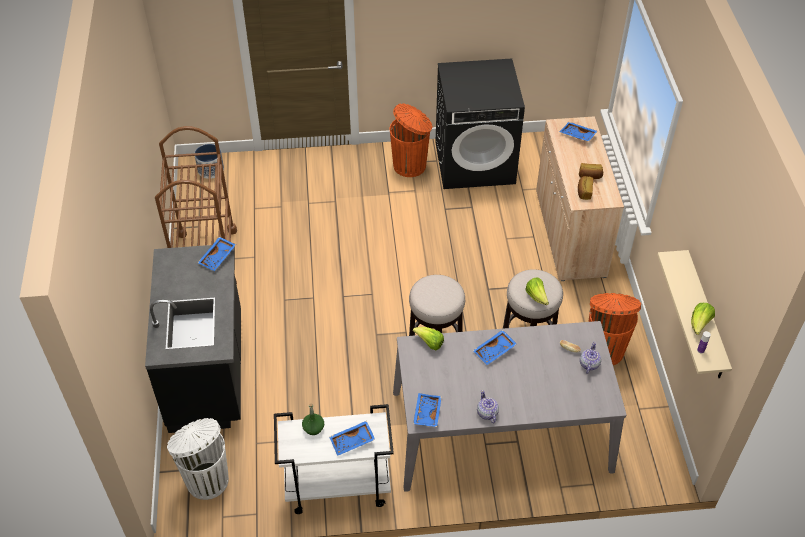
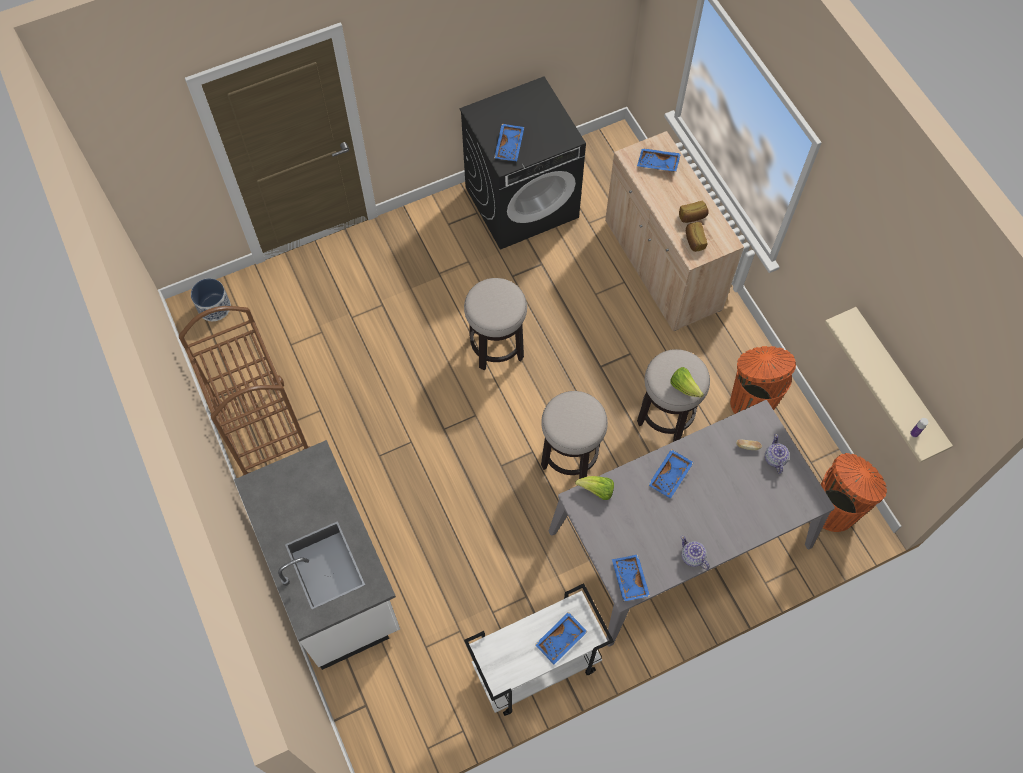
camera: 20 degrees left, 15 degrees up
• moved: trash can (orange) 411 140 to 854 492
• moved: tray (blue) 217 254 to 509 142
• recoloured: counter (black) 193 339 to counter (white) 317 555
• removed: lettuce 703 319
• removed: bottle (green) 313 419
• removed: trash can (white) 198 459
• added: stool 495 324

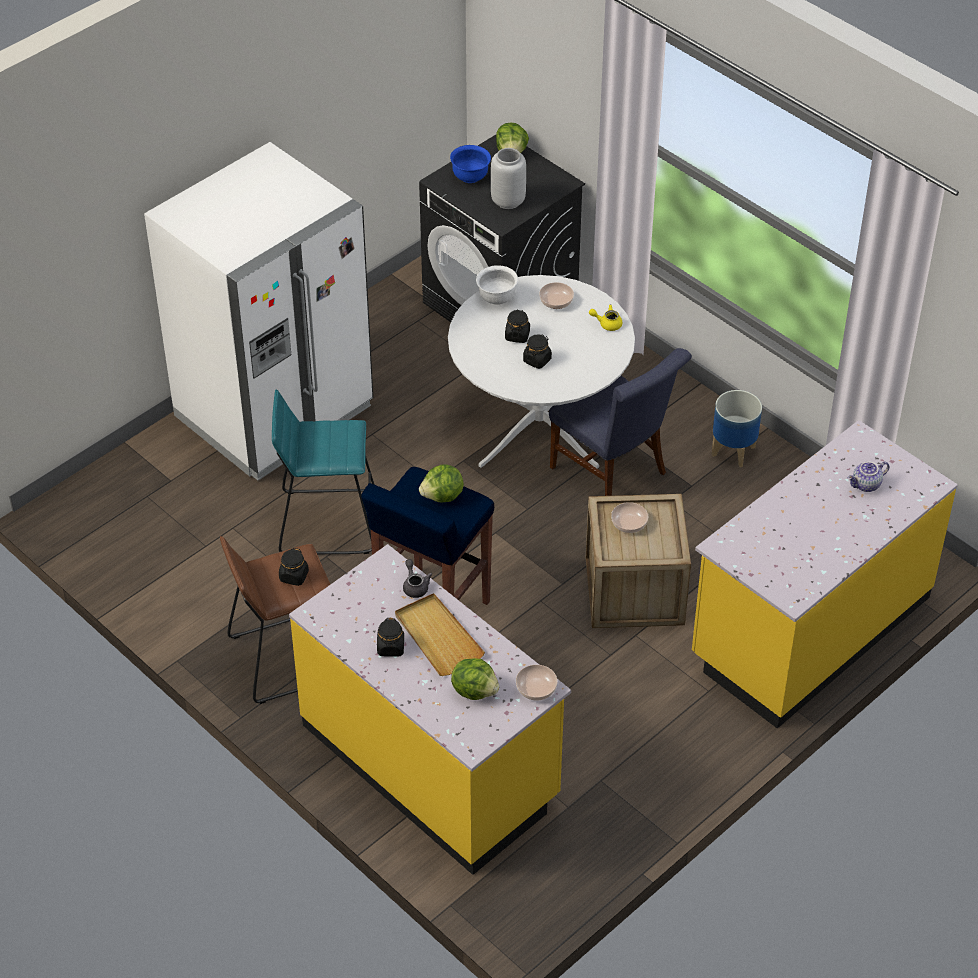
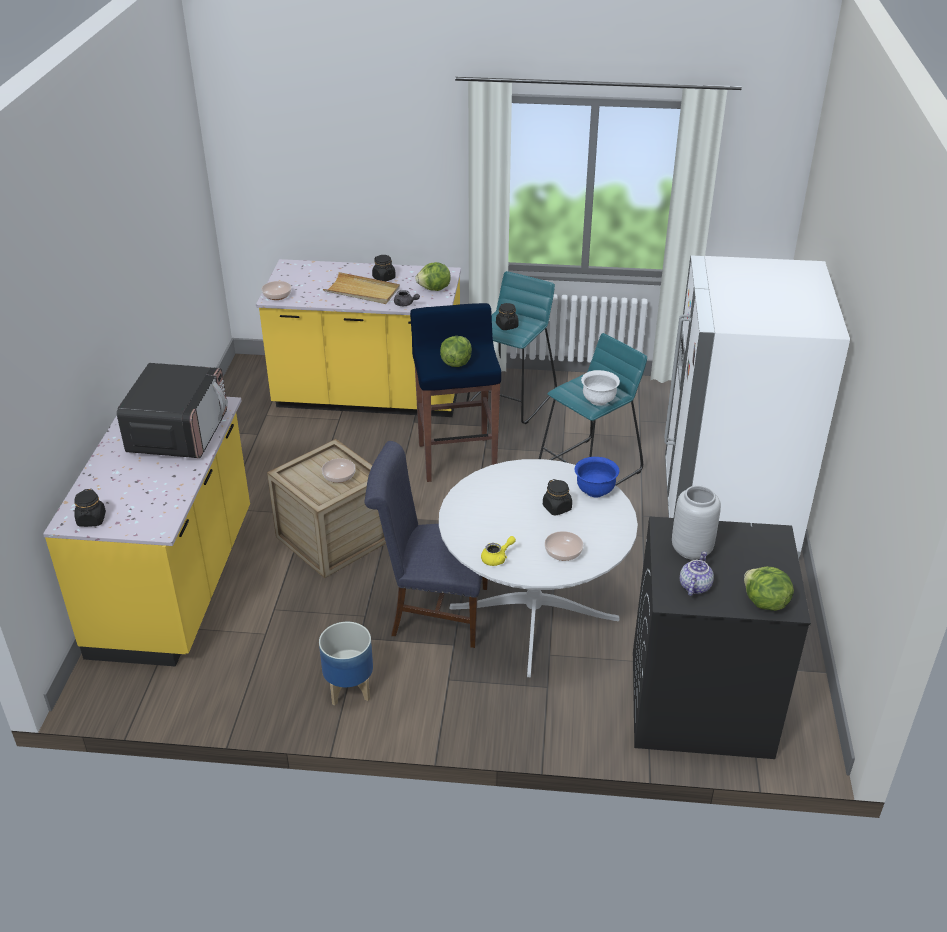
camera: 140 degrees right, 10 degrees down
• moved: bowl (blue) 470 164 to 597 477
• moved: bowl (white) 497 285 to 600 388
• moved: jar (black) 537 351 to 90 508
• moved: teapot 868 476 to 697 573
• recoloured: stool (brown) 275 620 to stool (turquoise) 511 347
• moved: lettuce 475 679 to 433 276
• added: microwave 172 410

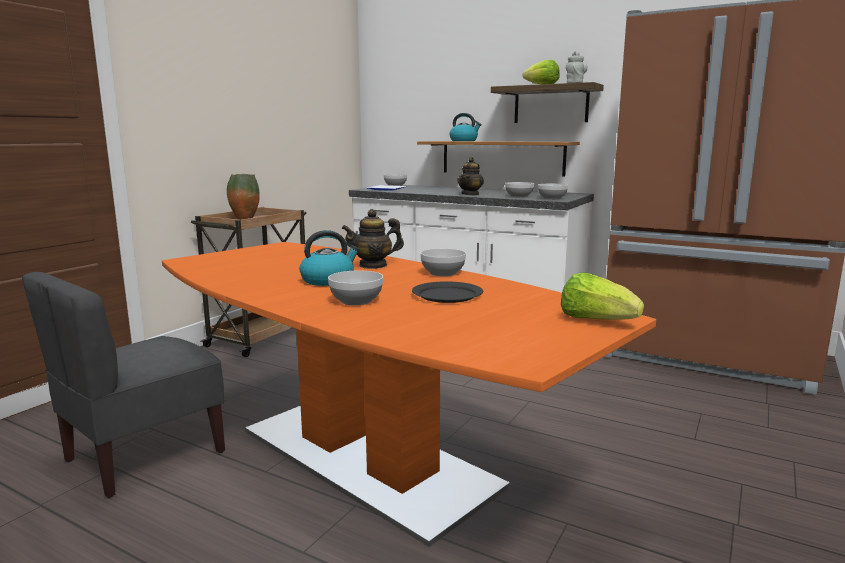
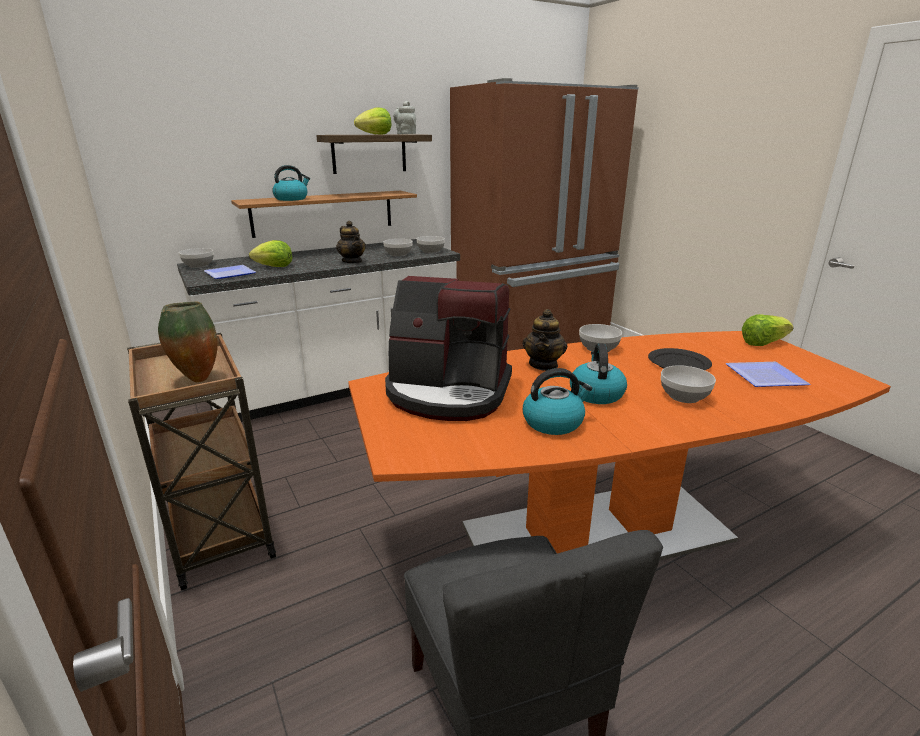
camera: 60 degrees left, 10 degrees up
• added: lettuce 271 253
• added: coffee machine 448 348
• added: plate 768 374
• added: kettle 558 401

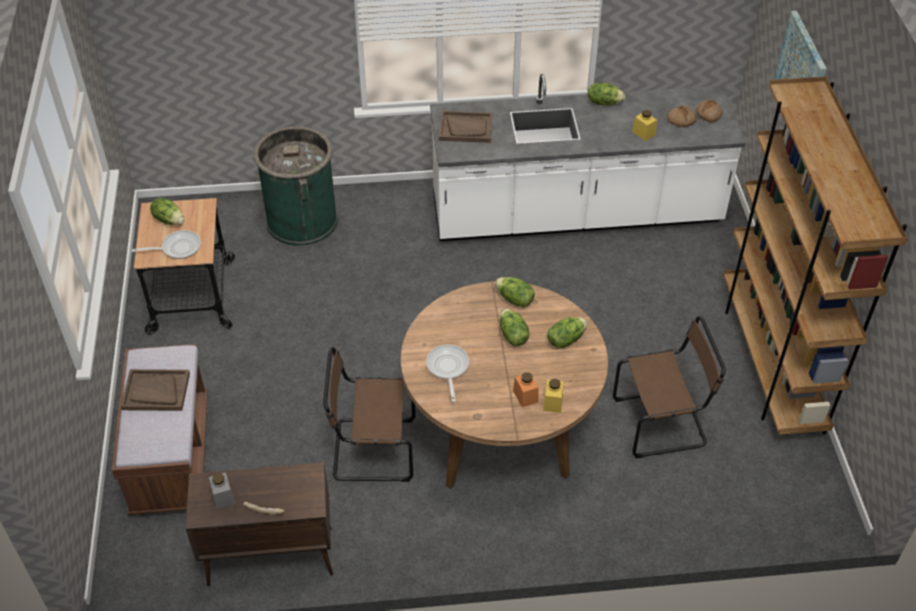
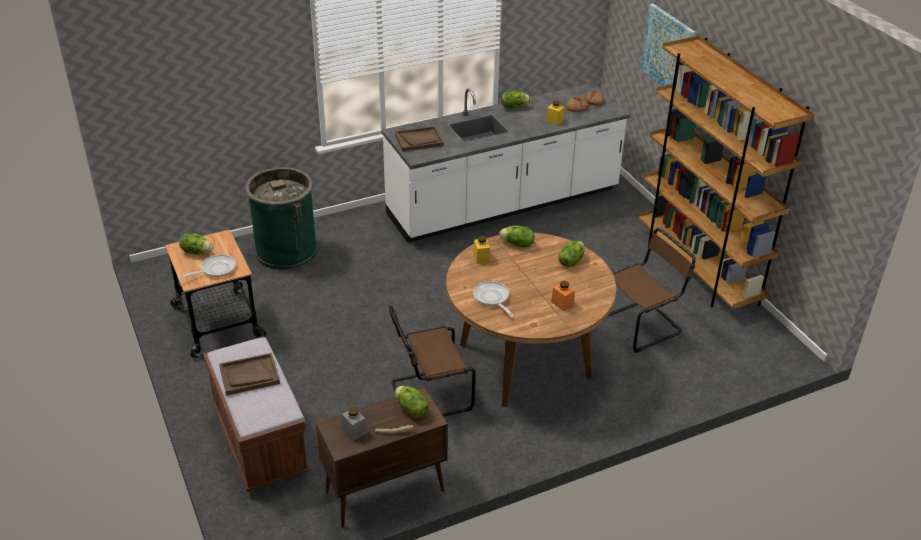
camera: 20 degrees left, 10 degrees down
• moved: lettuce 514 327 to 412 402
• moved: jar (yellow) 553 396 to 481 250

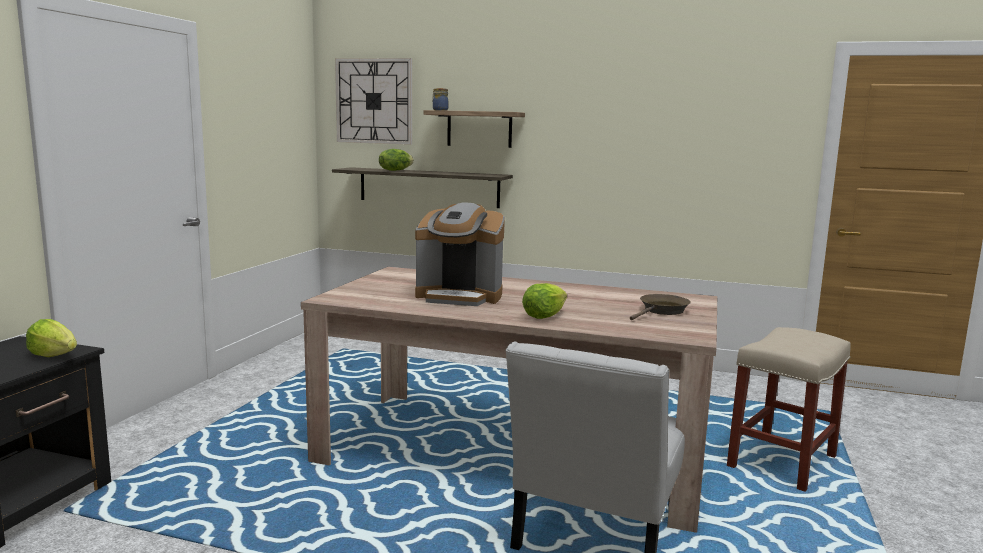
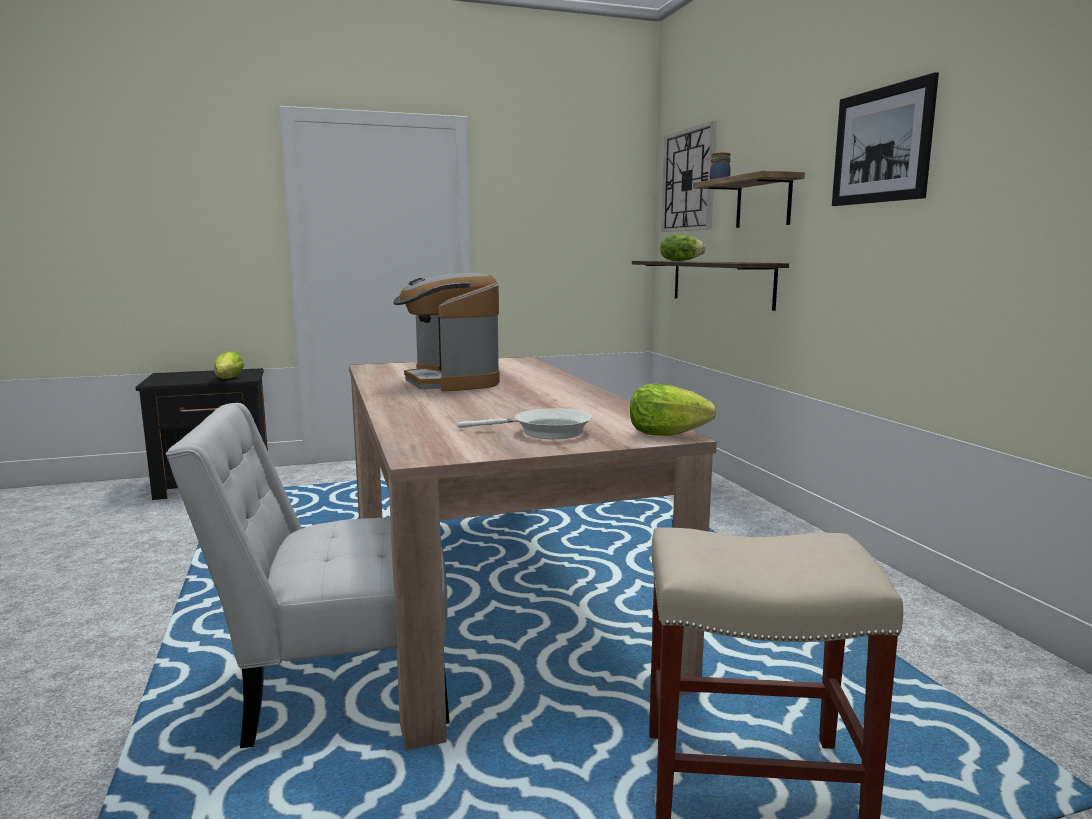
camera: 55 degrees right, 0 degrees up
• moved: lettuce 544 301 to 673 410
• recoloured: frying pan (brown) 660 307 to frying pan (white) 525 424
• added: picture 885 139

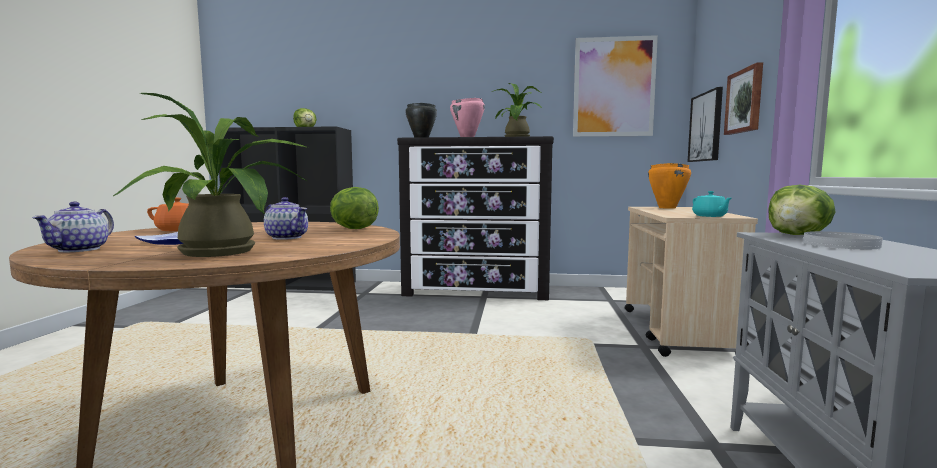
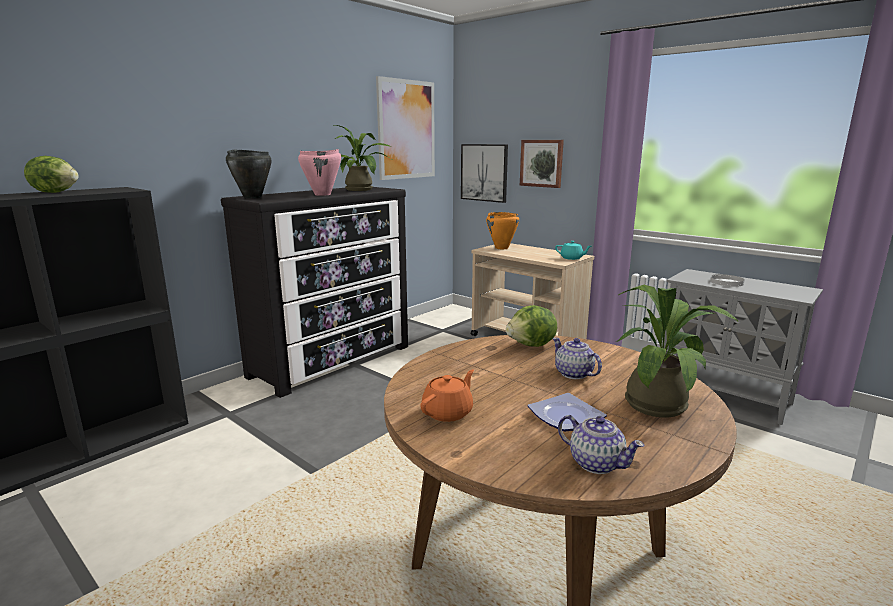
camera: 55 degrees left, 10 degrees up
• removed: lettuce 802 210
• turned: teapot 286 218 = 577 358 105 degrees counterclockwise

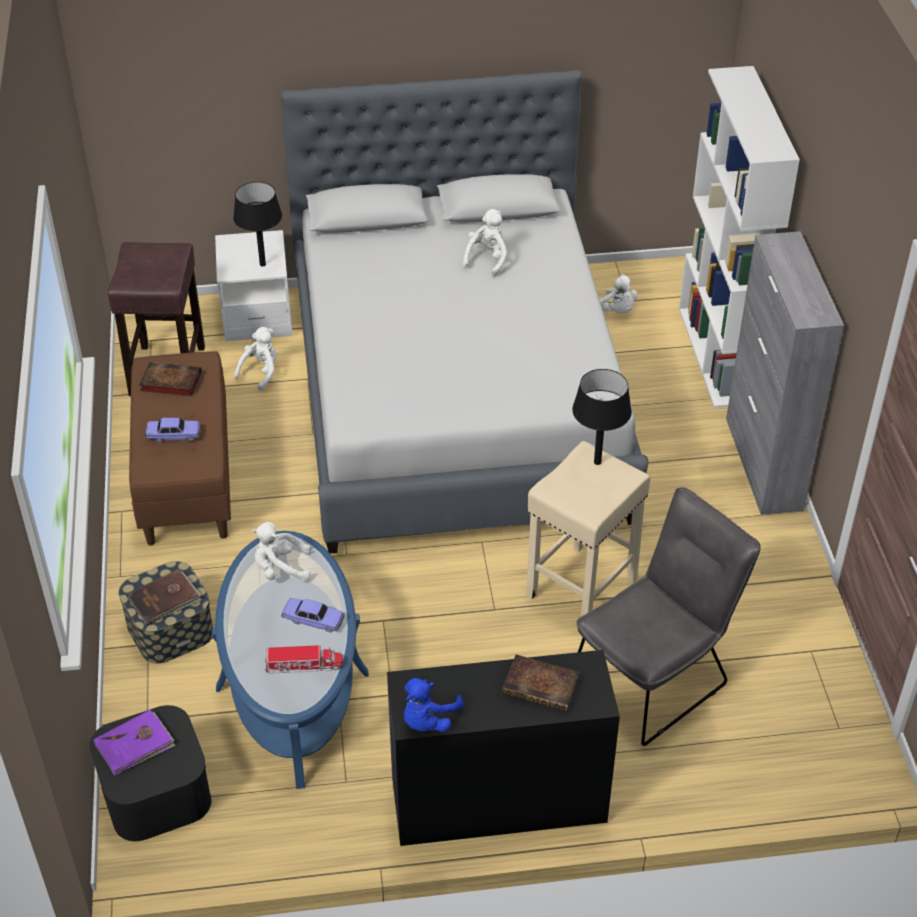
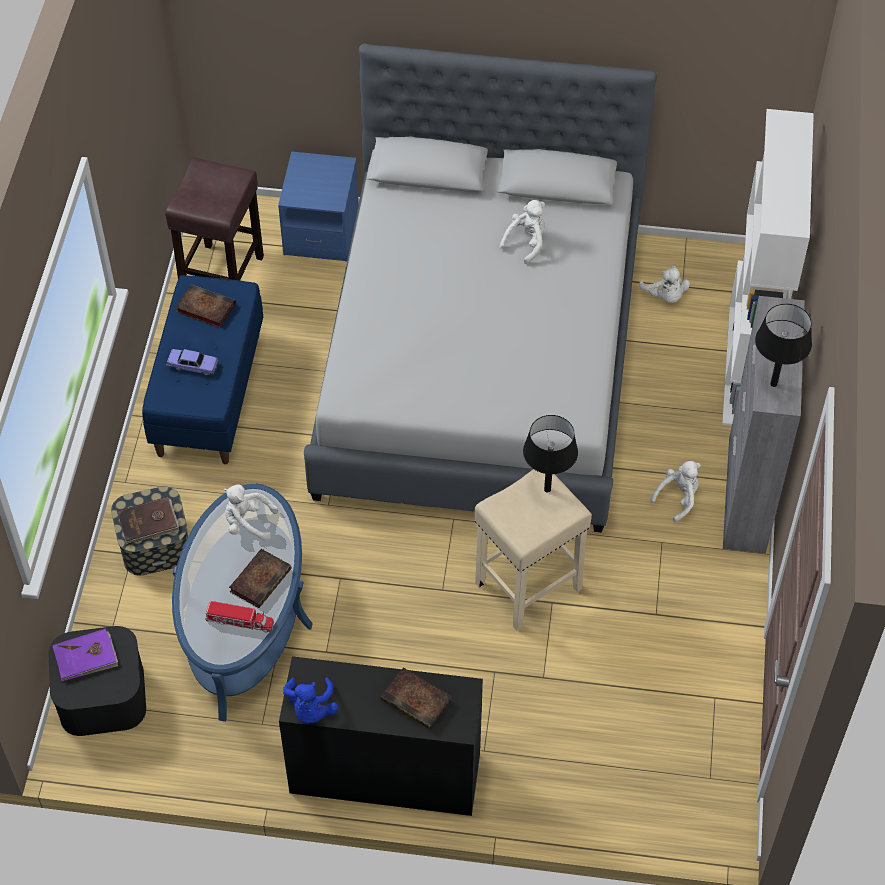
camera: 15 degrees right, 10 degrees up
• moved: table lamp (black) 257 224 to 783 345
• recoloured: nightstand (white) 253 286 to nightstand (blue) 318 206
• moved: plush toy (white) 255 359 to 675 492
• recoloured: bench (brown) 180 448 to bench (blue) 202 369
• removed: chair (grey) 669 616
• replaced: toy car 313 615 to book 260 578
• turned: plush toy (blue) 434 705 = 310 700 45 degrees counterclockwise

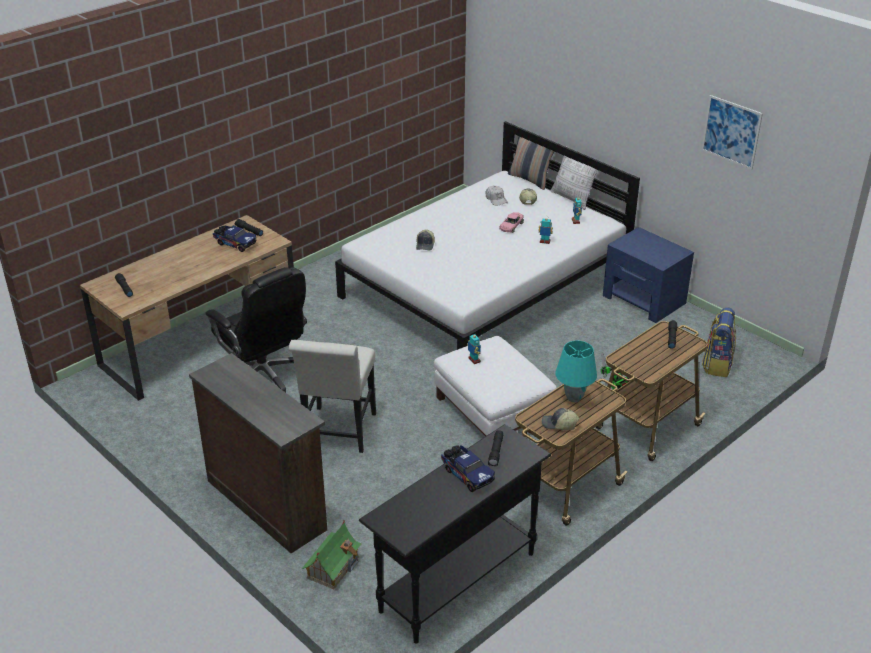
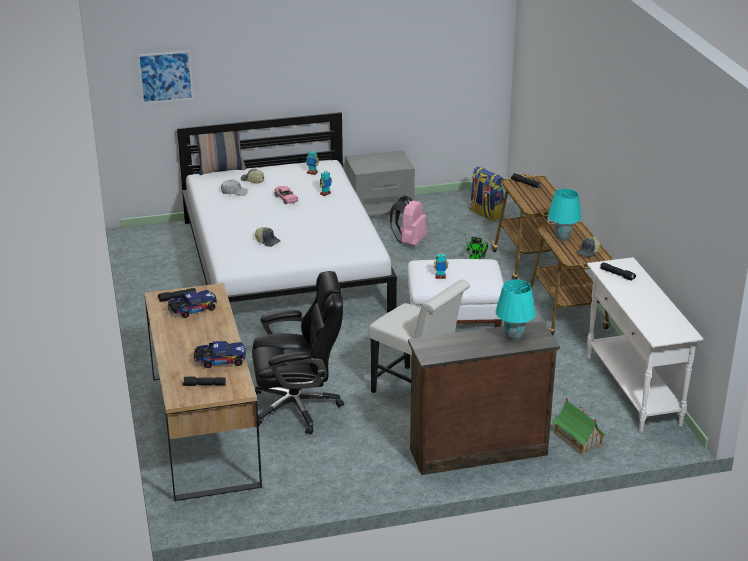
camera: 60 degrees left, 5 degrees down
• moved: picture 732 132 to 165 77
• removed: pillow 574 178
• recoloured: nightstand (blue) 648 275 to nightstand (grey) 380 183
• recoloured: console table (black) 455 534 to console table (white) 645 345
• moved: toy truck 468 468 to 220 354
• added: backpack (pink) 408 221
• added: table lamp (turquoise) 516 310

